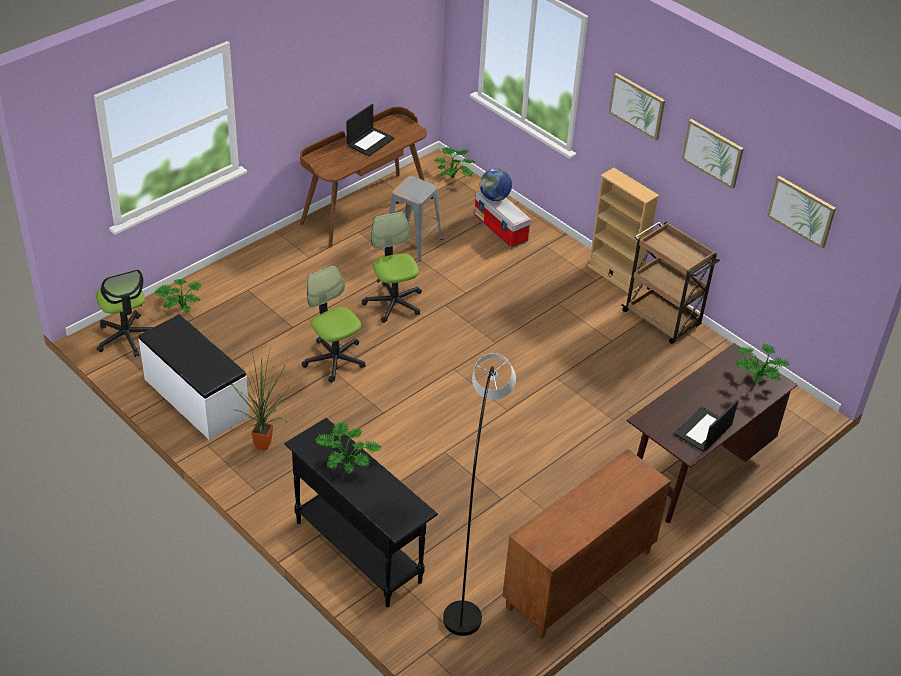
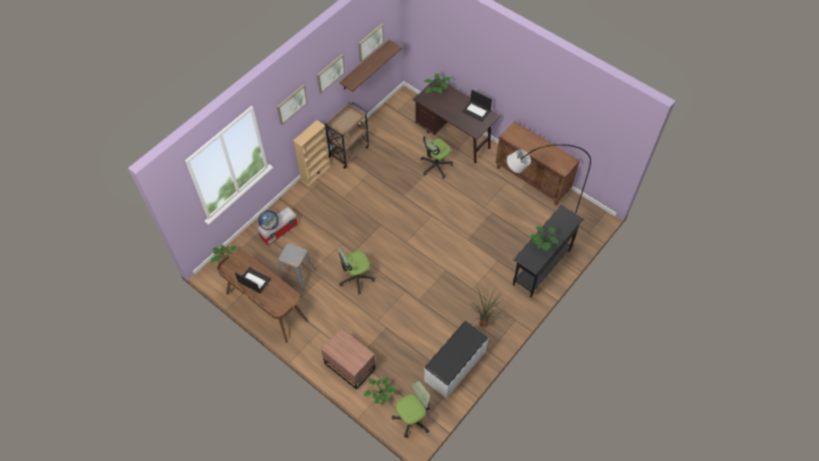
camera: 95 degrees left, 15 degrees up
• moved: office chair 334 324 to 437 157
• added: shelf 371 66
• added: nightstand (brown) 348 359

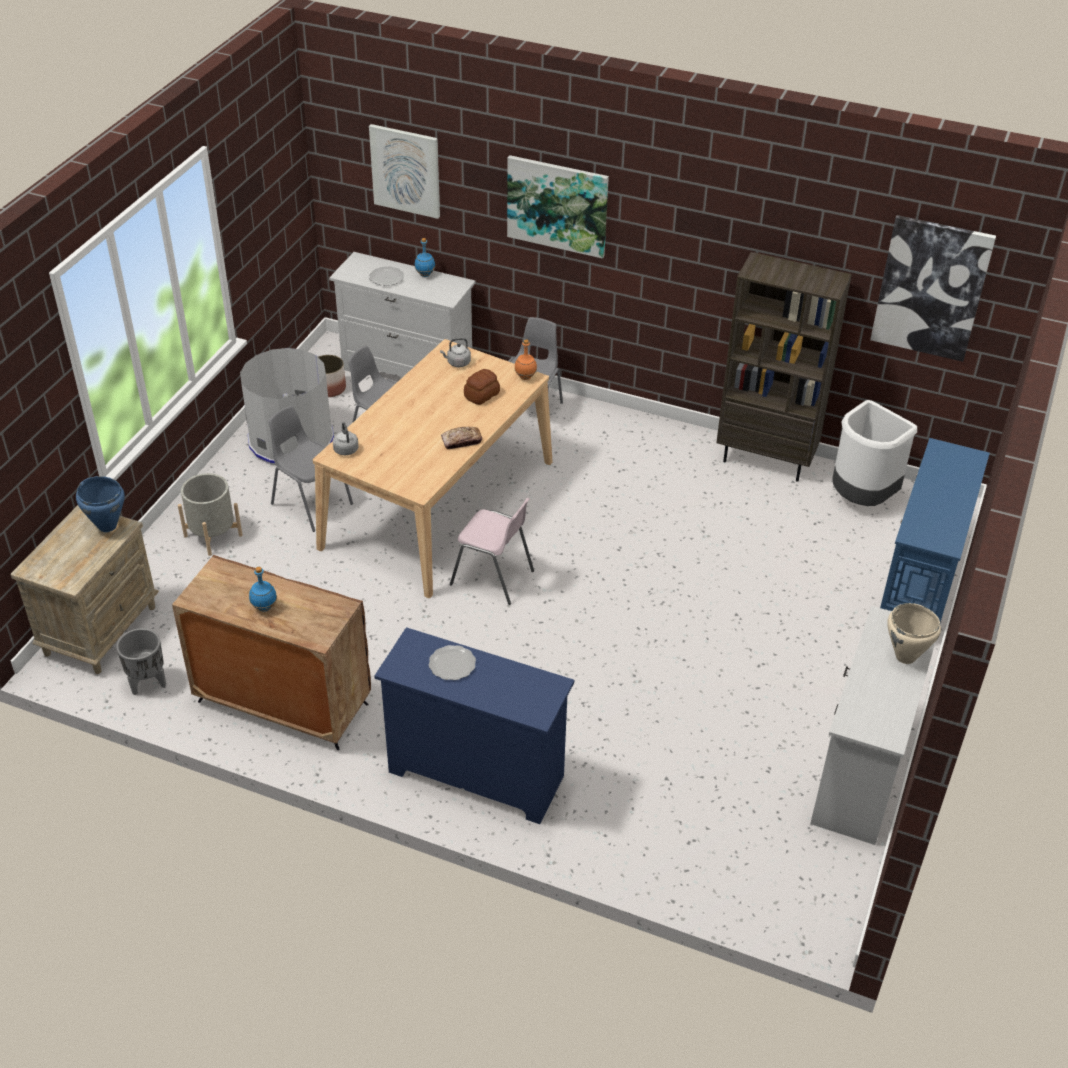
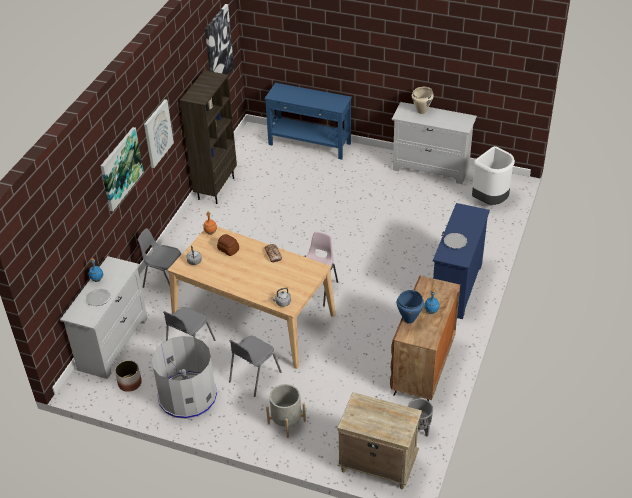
camera: 90 degrees left, 0 degrees up
• moved: picture 404 171 to 159 133
• moved: trash can (white) 874 453 to 493 175
• moved: cooking pot (blue) 100 504 to 410 306

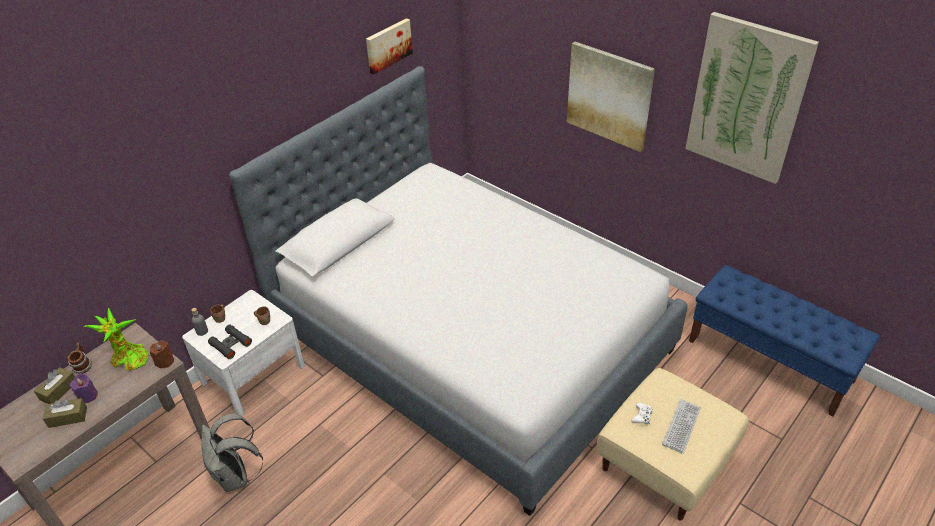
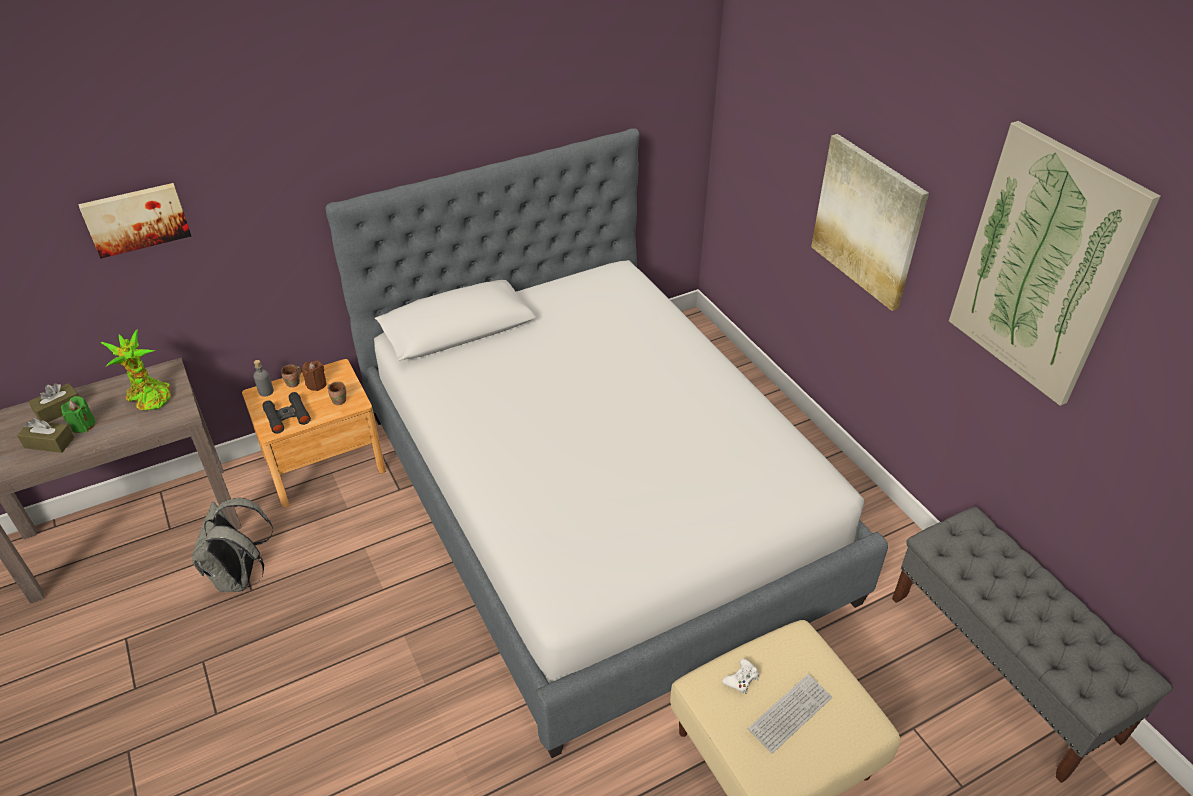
camera: 20 degrees right, 0 degrees up
• moved: picture 389 46 to 135 221
• recoloured: bench (blue) 784 341 to bench (grey) 1032 645
• recoloured: nightstand (white) 243 353 to nightstand (brown) 314 433
• moved: candle (brown) 162 354 to 314 375
• removed: mug 79 358
• recoloured: candle (purple) 84 388 to candle (green) 78 414

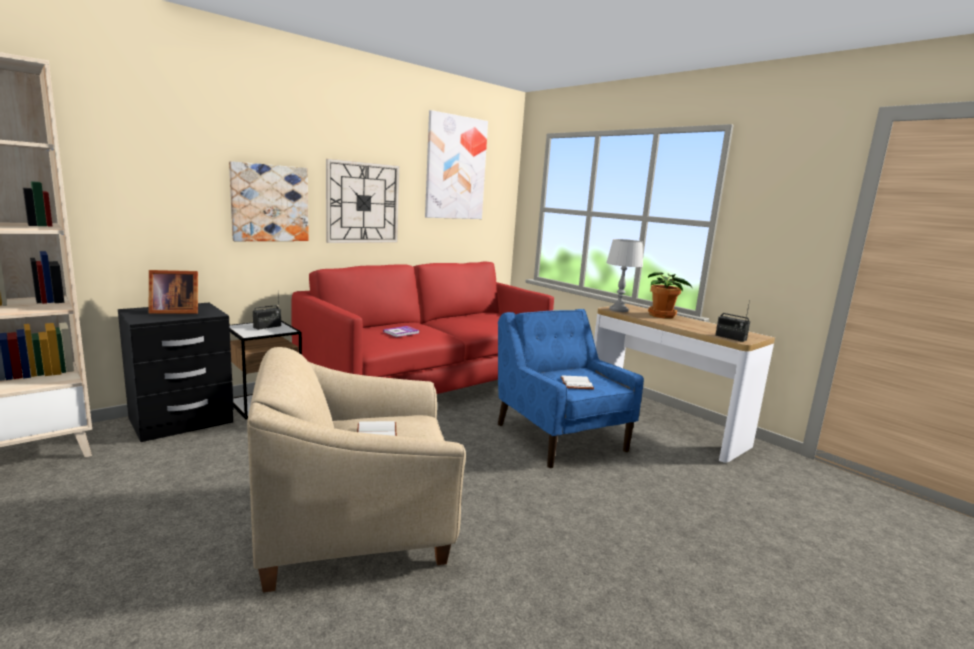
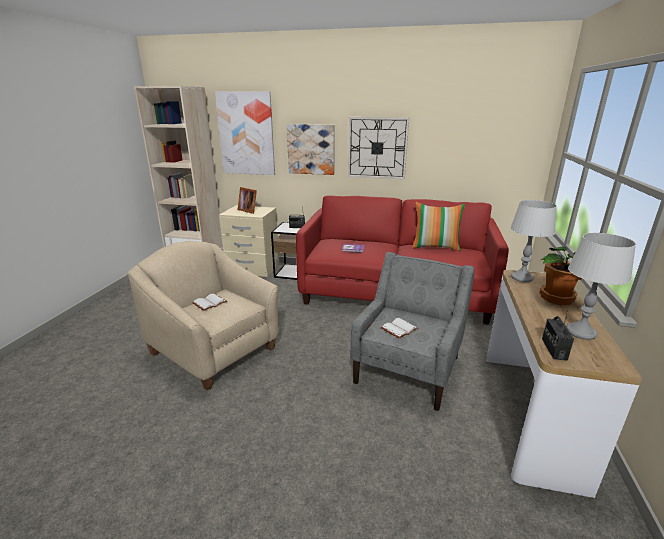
camera: 55 degrees right, 10 degrees up
• moved: picture 456 164 to 245 133
• recoloured: nightstand (black) 176 372 to nightstand (beige) 249 241
• recoloured: armchair (blue) 571 388 to armchair (grey) 412 331
• added: pillow 438 226
• added: table lamp (grey) 601 286

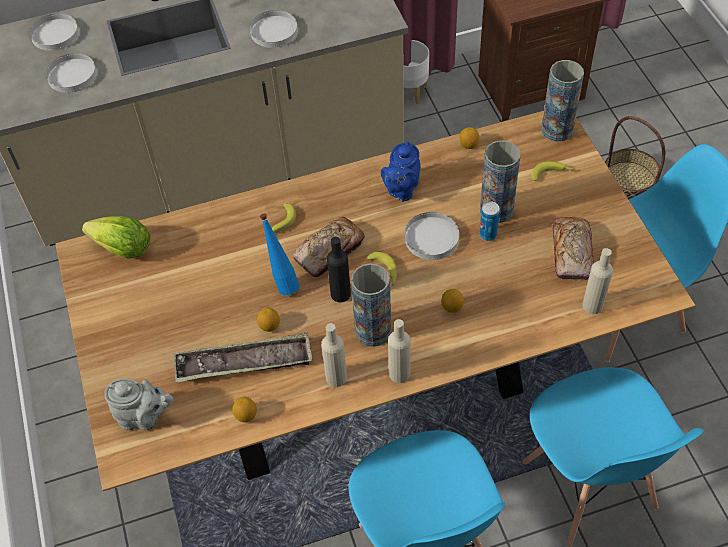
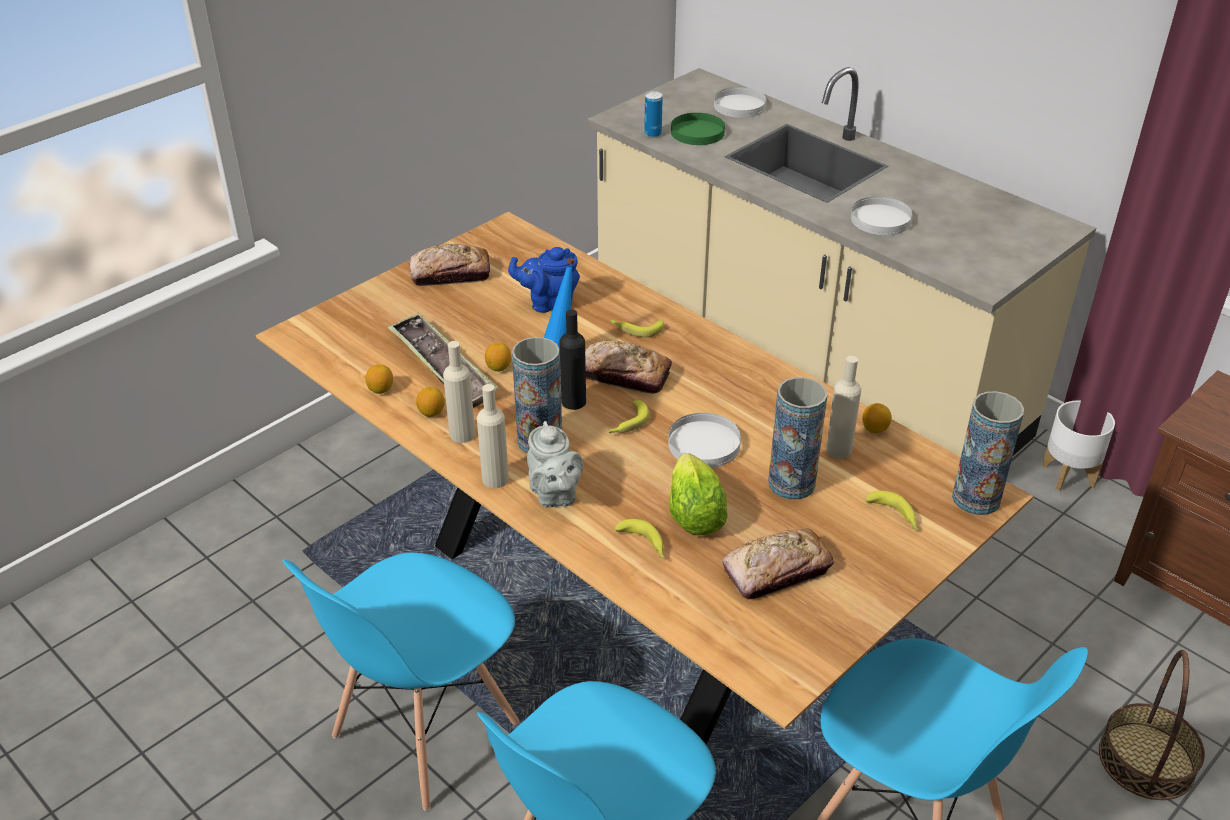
camera: 60 degrees right, 15 degrees down
• recoloured: plate (white) 71 73 to plate (green) 698 129
• moved: teapot (blue) 401 171 to 544 280
• moved: can 489 221 to 653 114
• moved: lettuce 116 237 to 698 494
• moved: bottle (beige) 597 281 to 843 407
• moved: lemon 452 301 to 430 402
• moved: teapot (grey) 139 404 to 555 464
• added: bread 449 265
• added: banana 639 538

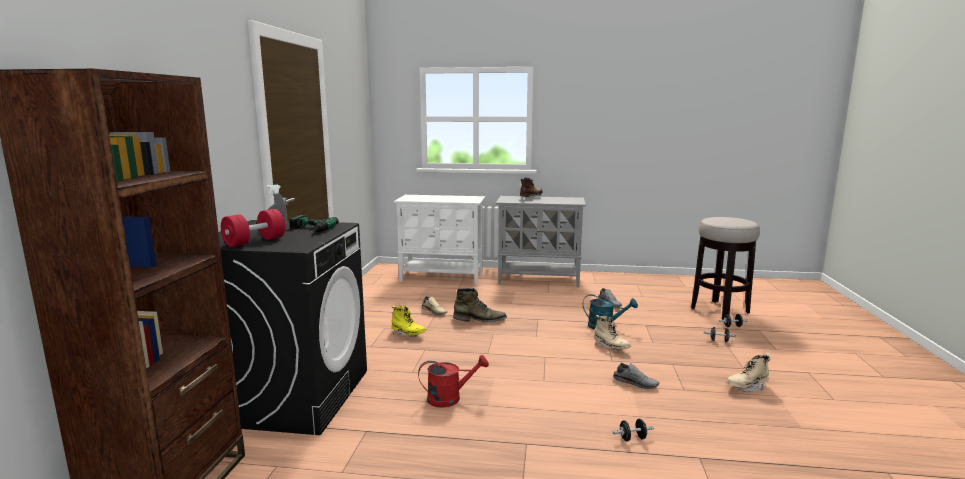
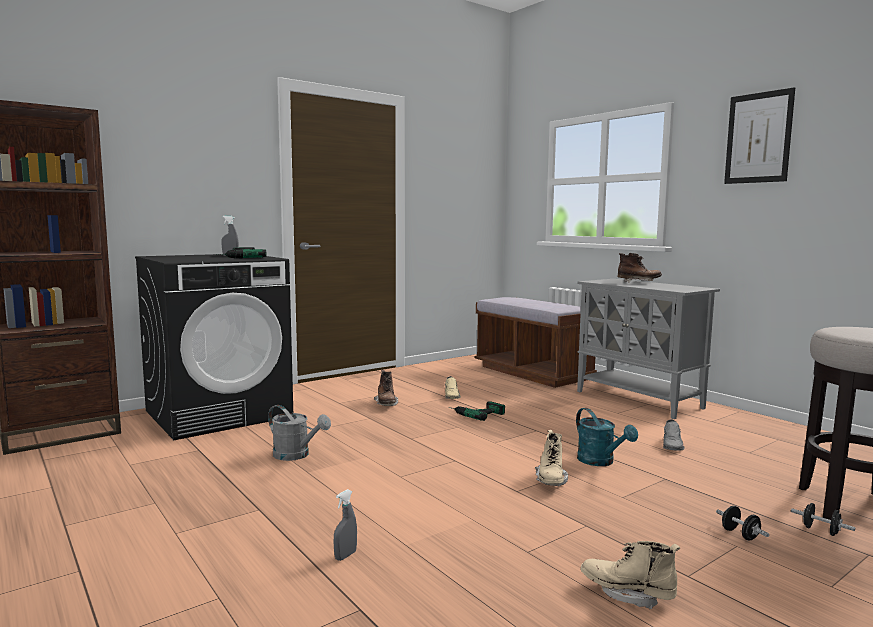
camera: 45 degrees right, 5 degrees down
• replaced: cabinet (white) 439 240 to bench (brown) 536 342
• removed: dumbbell (red) 253 228
• replaced: boot (green) 480 305 to power drill 477 411
• recoloured: boot (yellow) 409 320 to boot (brown) 386 388
• recoloured: watering can (red) 453 381 to watering can (grey) 299 433
• removed: shoe (grey) 636 376
• replaced: dumbbell (black) 633 430 to spray bottle (grey) 345 525
• added: picture 759 135

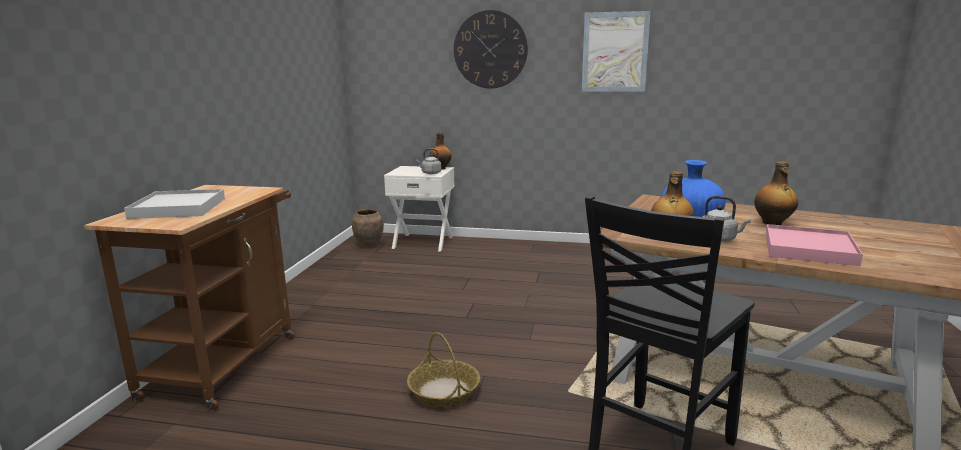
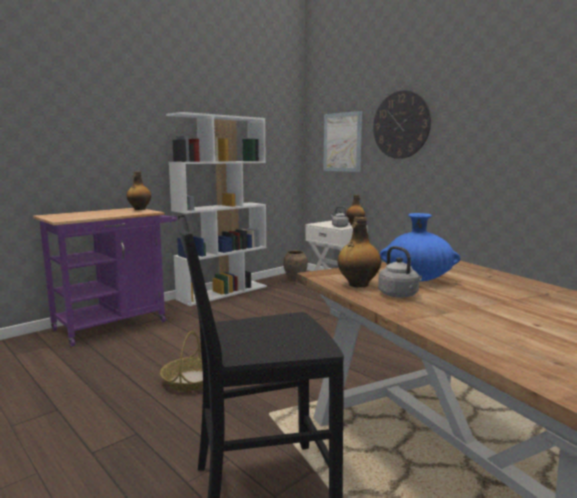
camera: 35 degrees right, 5 degrees down
• moved: picture 616 51 to 342 141
• moved: bottle 776 193 to 139 191
• recoloured: cart (brown) 189 298 to cart (purple) 105 277
• removed: tray (white) 174 204
• removed: tray (pink) 814 245
• added: bookcase (white) 216 209

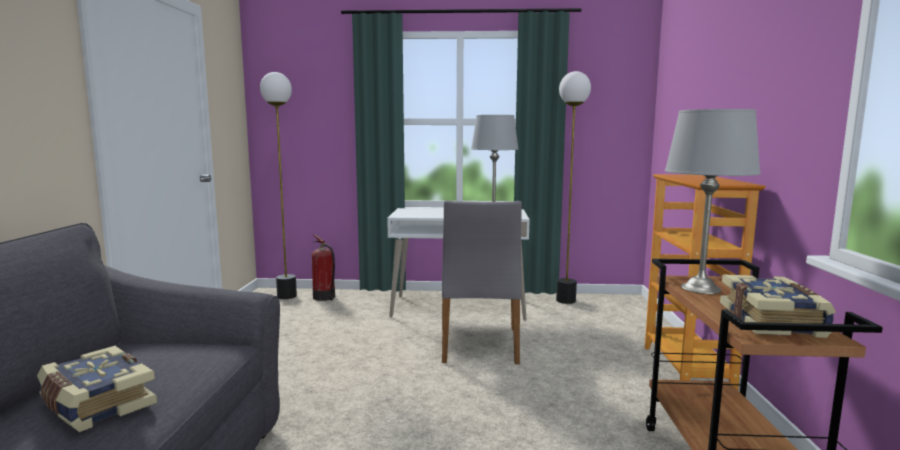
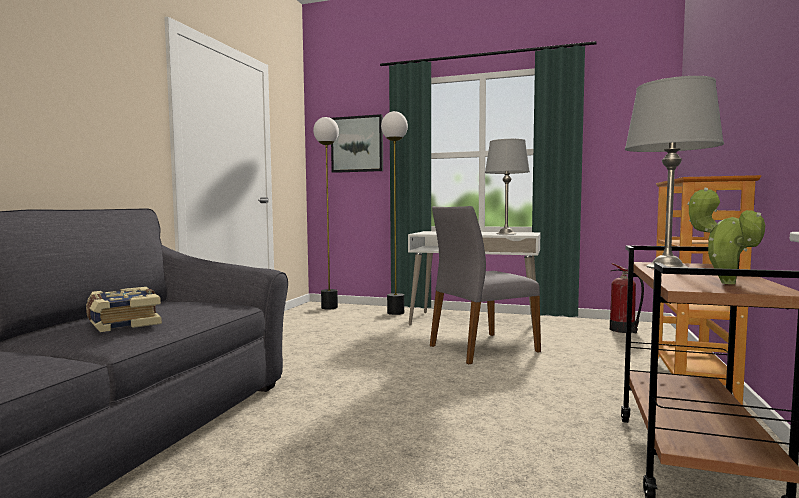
camera: 15 degrees right, 5 degrees down
• moved: floor lamp 573 187 to 394 213
• turned: chair (grey) 482 282 = 485 285 45 degrees clockwise
• moved: fire extinguisher 323 267 to 627 298
• replaced: book 778 306 to potted plant 726 236
• added: picture 357 143

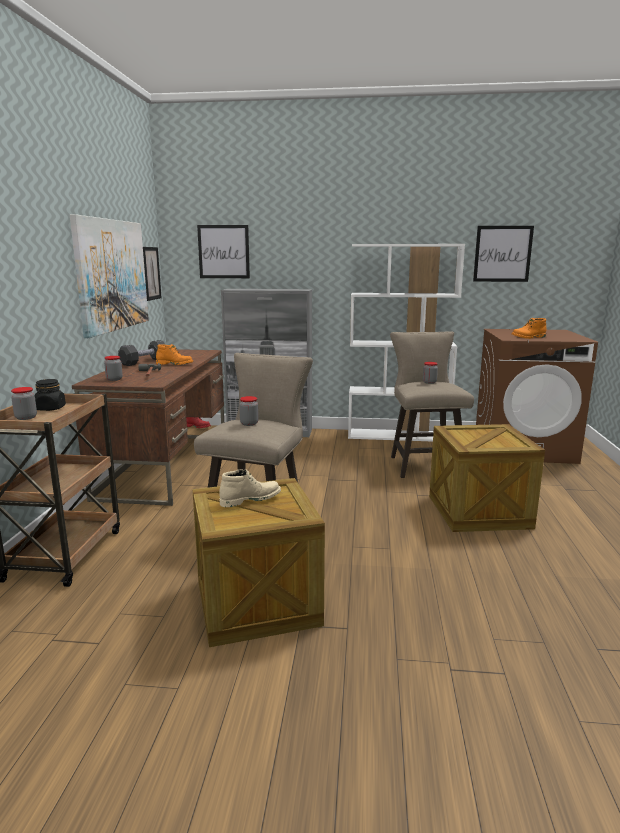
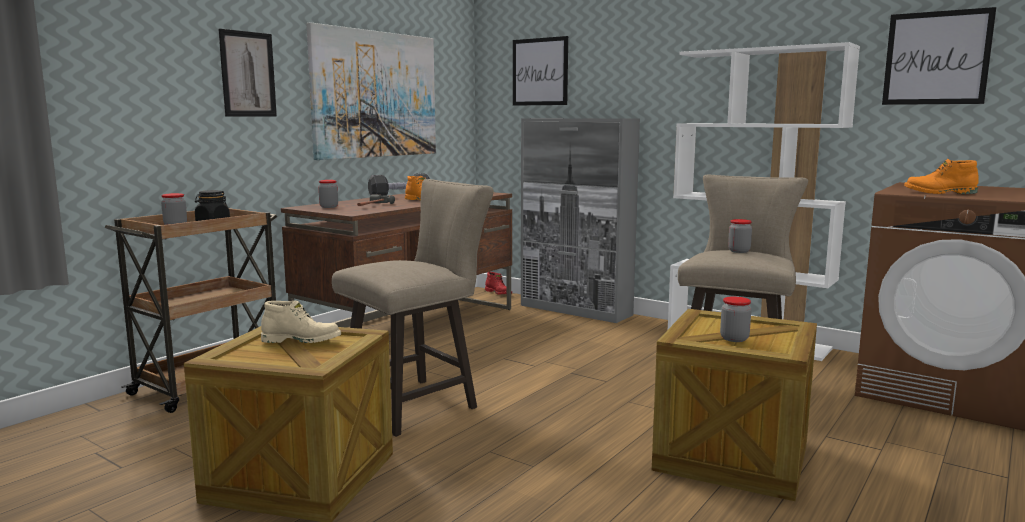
camera: 30 degrees right, 5 degrees down
• moved: picture 152 274 to 247 72
• moved: jar 249 411 to 735 319

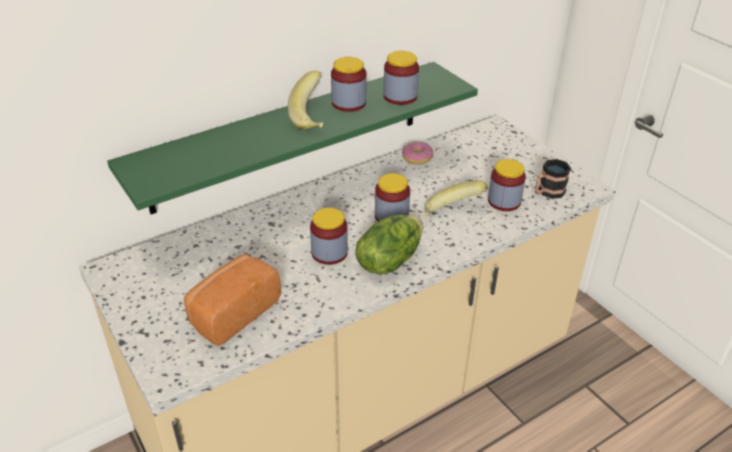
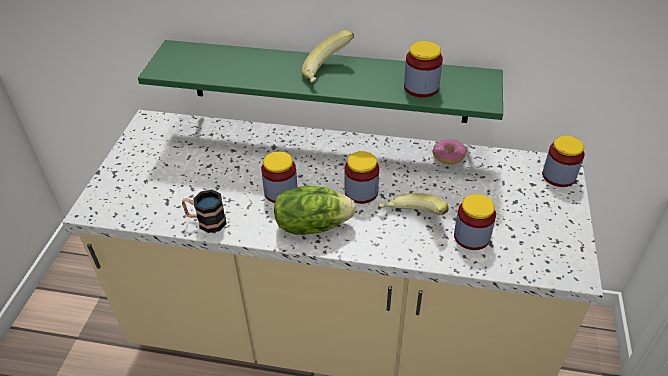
camera: 45 degrees right, 5 degrees up
• moved: jar 349 84 to 563 161
• moved: mug 553 179 to 204 211
• removed: bread 232 300

